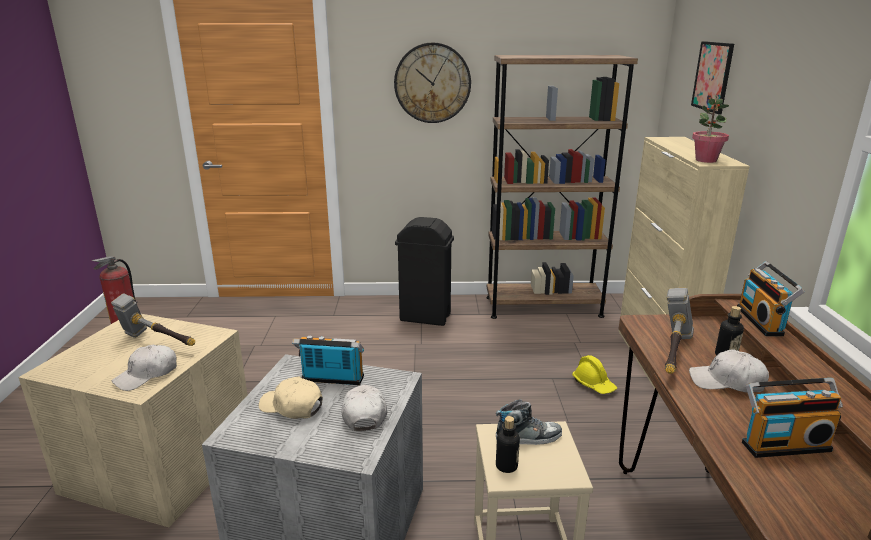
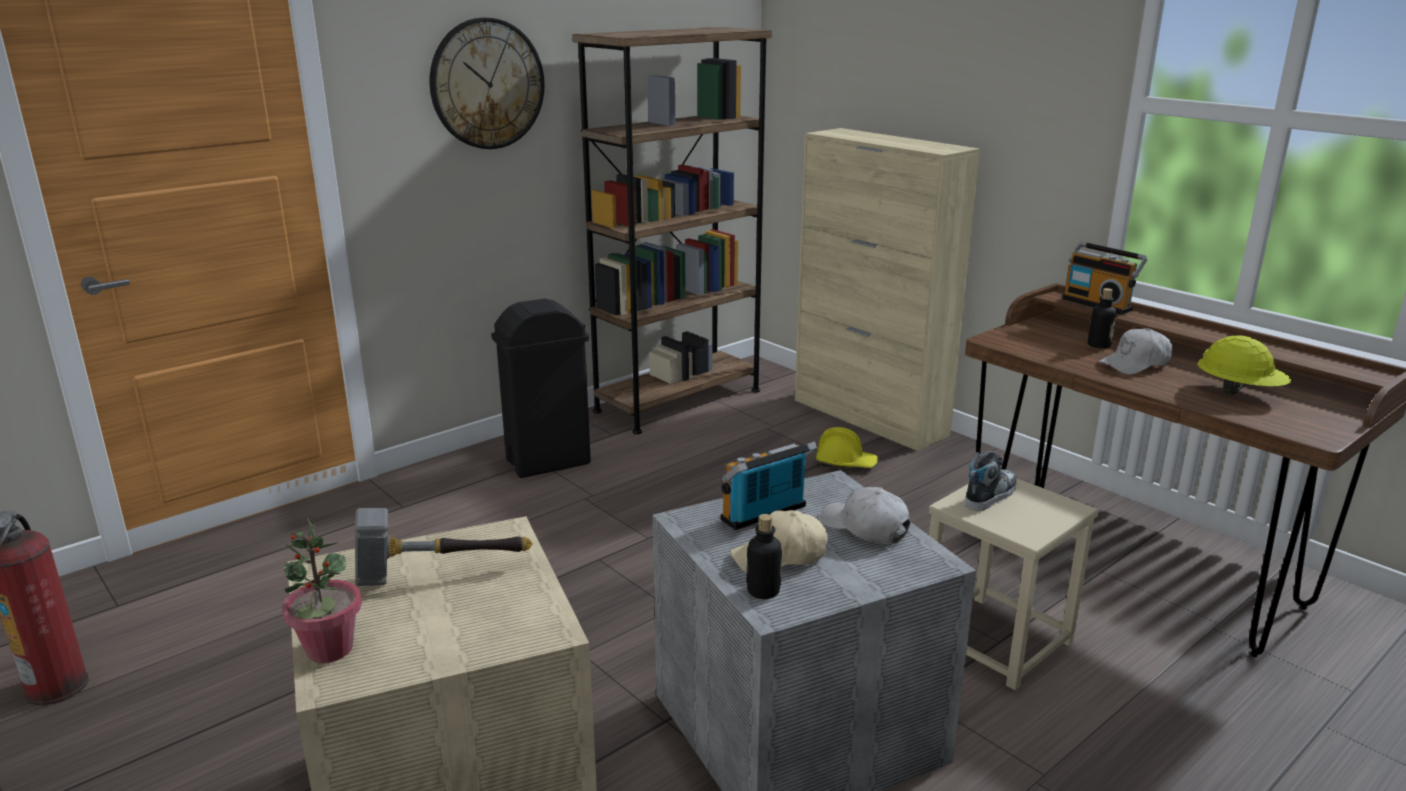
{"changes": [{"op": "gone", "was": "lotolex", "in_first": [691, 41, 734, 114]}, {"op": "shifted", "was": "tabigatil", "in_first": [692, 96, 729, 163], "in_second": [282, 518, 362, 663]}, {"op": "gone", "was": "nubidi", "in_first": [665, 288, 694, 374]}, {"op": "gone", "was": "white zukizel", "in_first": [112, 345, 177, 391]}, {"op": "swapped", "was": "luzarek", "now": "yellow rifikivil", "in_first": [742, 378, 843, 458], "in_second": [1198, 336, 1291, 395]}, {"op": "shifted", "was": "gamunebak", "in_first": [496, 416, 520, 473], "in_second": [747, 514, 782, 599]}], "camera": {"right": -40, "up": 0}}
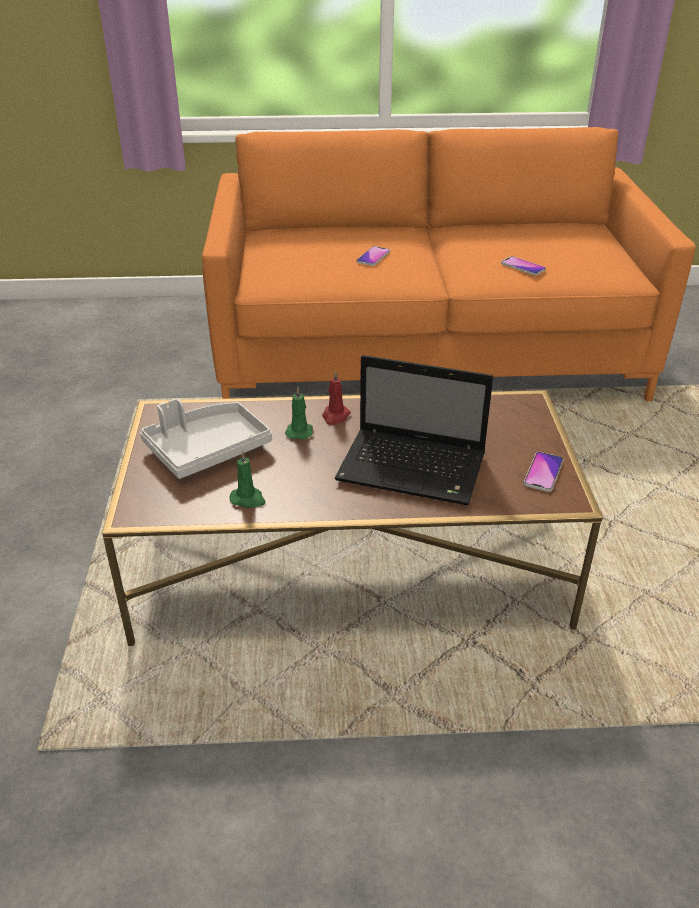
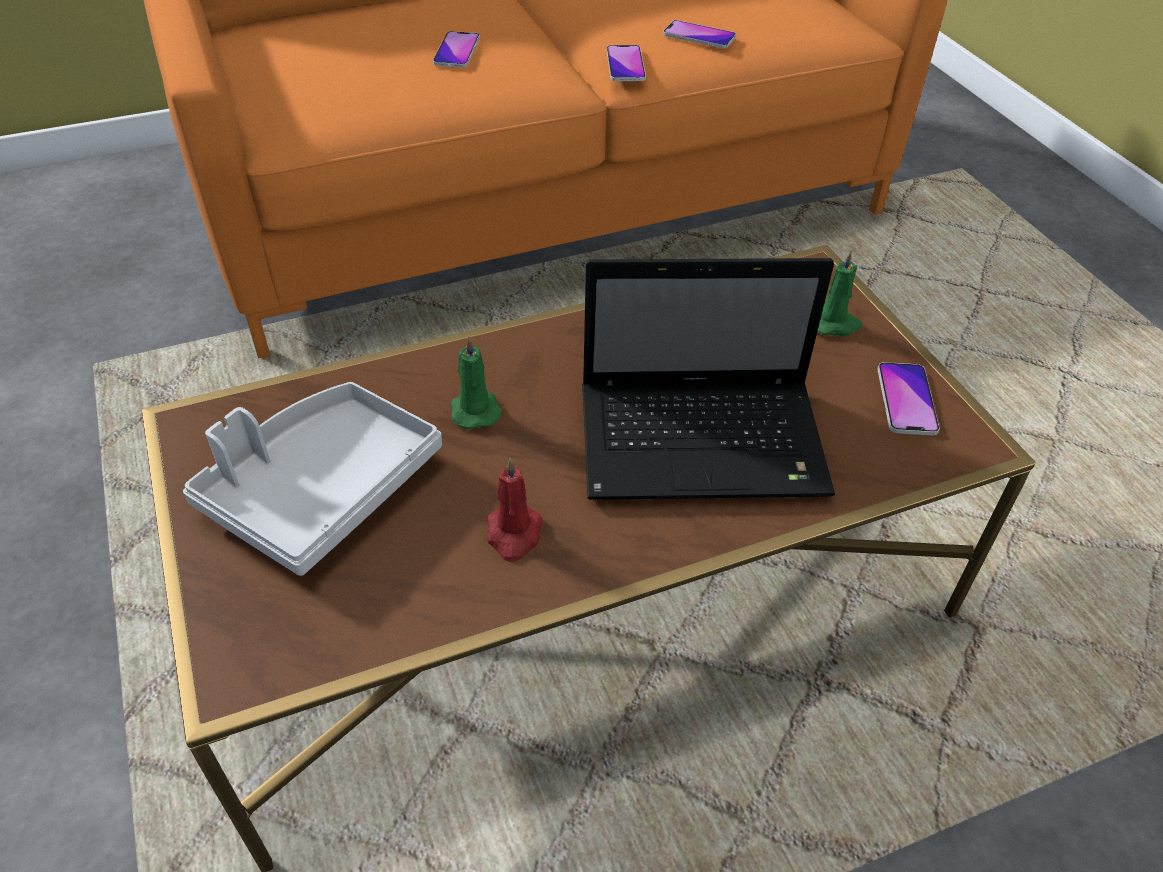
{"changes": [{"op": "shifted", "was": "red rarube", "in_first": [322, 370, 351, 425], "in_second": [487, 458, 543, 562]}, {"op": "shifted", "was": "green rarube", "in_first": [230, 450, 266, 508], "in_second": [817, 250, 863, 336]}, {"op": "new", "now": "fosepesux", "in_second": [606, 45, 646, 81]}], "camera": {"right": -20, "up": 10}}
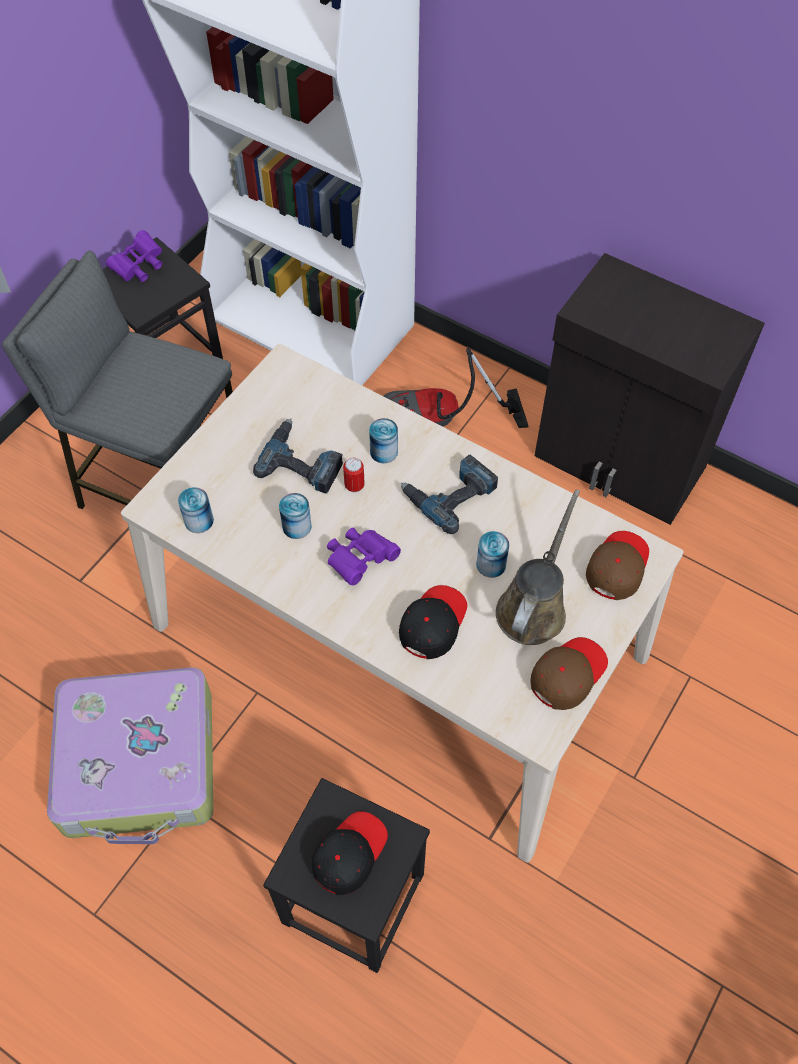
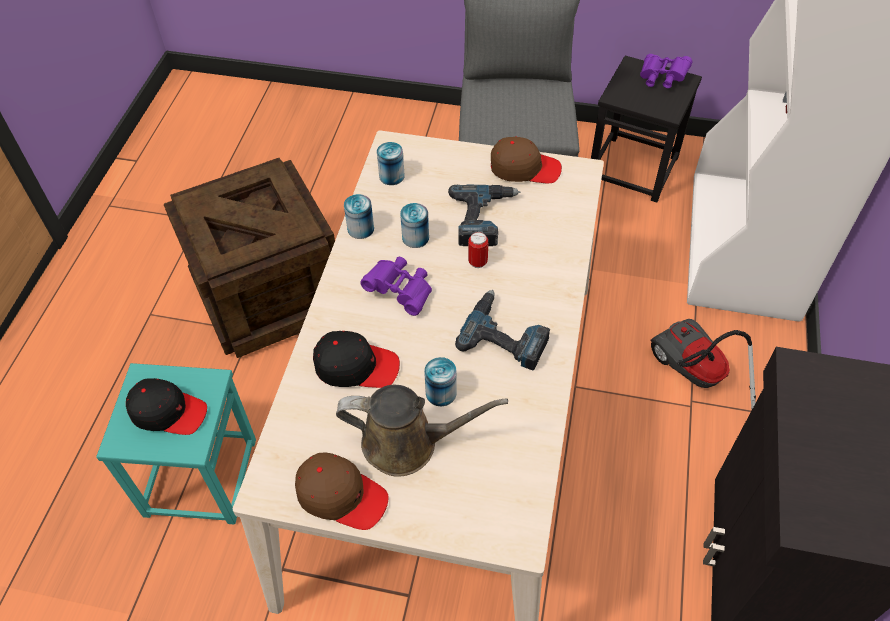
{"changes": [{"op": "shifted", "was": "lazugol", "in_first": [369, 418, 398, 463], "in_second": [344, 194, 374, 239]}, {"op": "shifted", "was": "brown zukizel", "in_first": [586, 531, 649, 600], "in_second": [491, 137, 562, 184]}, {"op": "swapped", "was": "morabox", "now": "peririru", "in_first": [47, 667, 213, 844], "in_second": [164, 158, 335, 358]}, {"op": "repainted", "was": "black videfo", "now": "turquoise videfo", "in_first": [263, 778, 430, 973], "in_second": [96, 363, 256, 525]}], "camera": {"right": 70, "up": -5}}
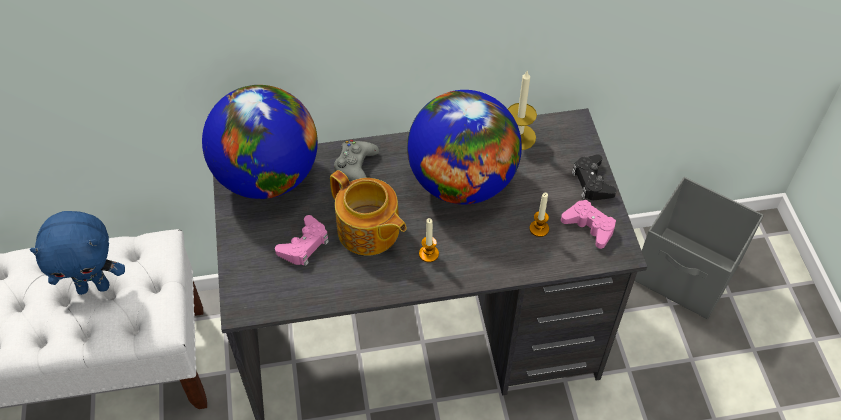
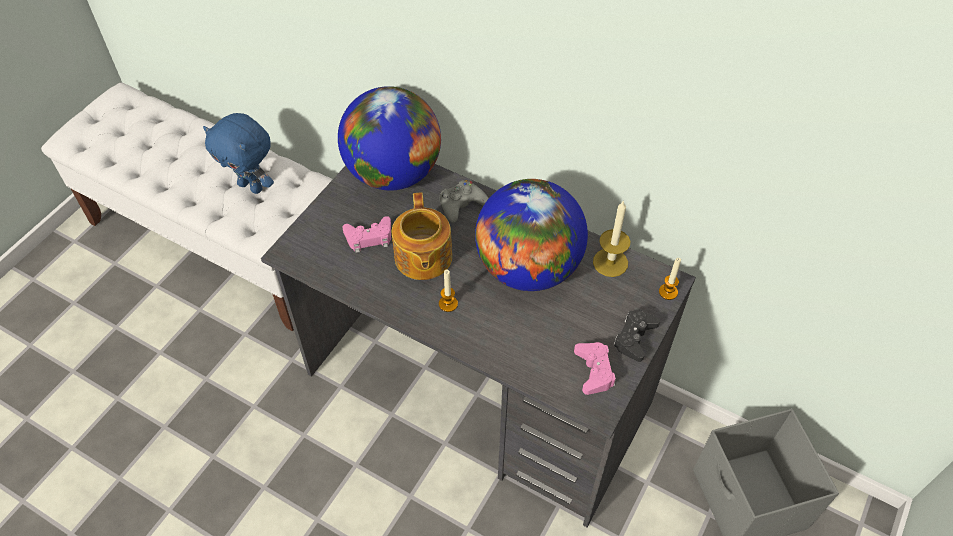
{"changes": [{"op": "shifted", "was": "rarube", "in_first": [530, 193, 549, 237], "in_second": [659, 258, 681, 300]}], "camera": {"right": 40, "up": 0}}
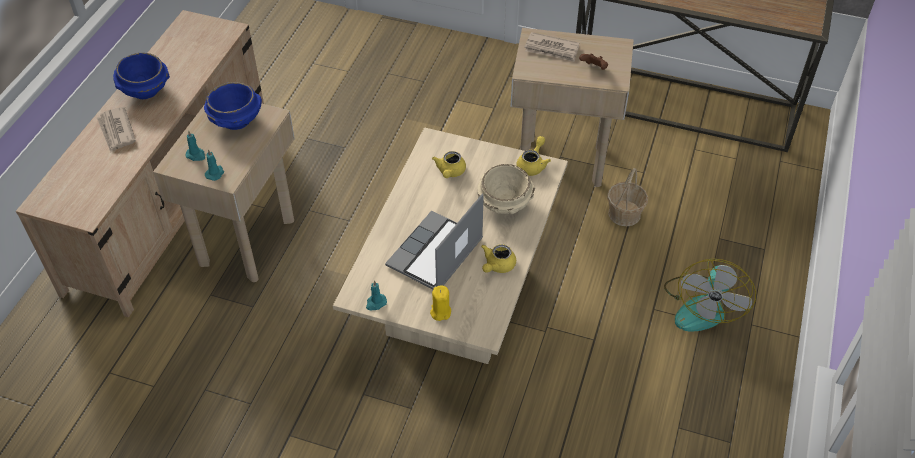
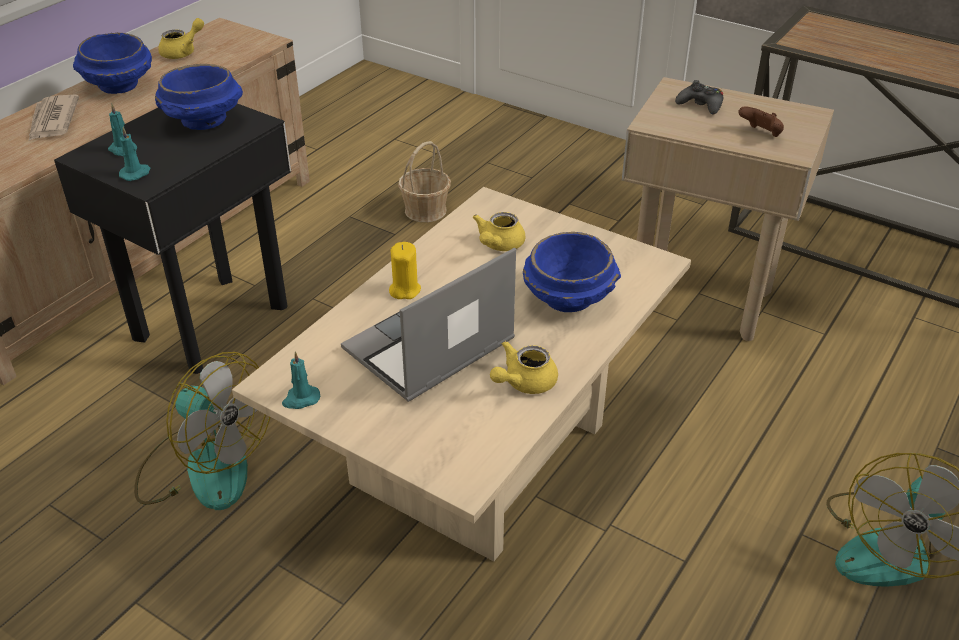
{"changes": [{"op": "swapped", "was": "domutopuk", "now": "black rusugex", "in_first": [524, 32, 579, 62], "in_second": [675, 80, 723, 115]}, {"op": "repainted", "was": "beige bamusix", "now": "black bamusix", "in_first": [153, 103, 295, 282], "in_second": [54, 103, 291, 374]}, {"op": "shifted", "was": "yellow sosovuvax", "in_first": [516, 136, 551, 176], "in_second": [158, 18, 204, 59]}, {"op": "repainted", "was": "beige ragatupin", "now": "blue ragatupin", "in_first": [477, 164, 535, 214], "in_second": [523, 232, 621, 312]}, {"op": "shifted", "was": "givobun", "in_first": [607, 168, 648, 226], "in_second": [398, 141, 451, 222]}, {"op": "shifted", "was": "yellow rarube", "in_first": [430, 285, 451, 321], "in_second": [389, 242, 421, 299]}, {"op": "new", "now": "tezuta", "in_second": [134, 352, 270, 510]}], "camera": {"right": 15, "up": -10}}
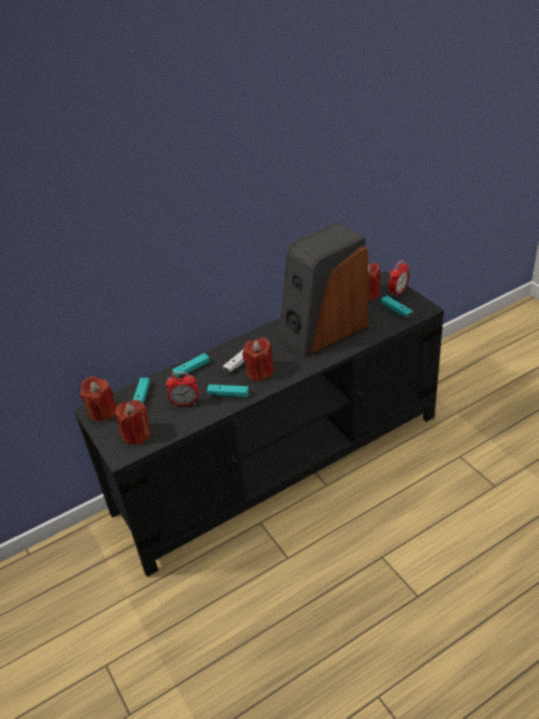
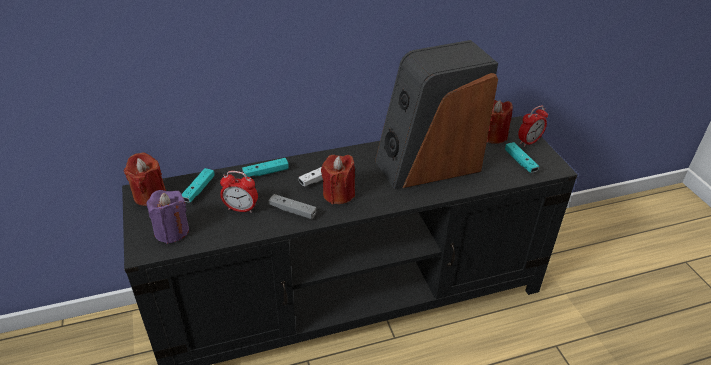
{"changes": [{"op": "repainted", "was": "turquoise rusugex", "now": "grey rusugex", "in_first": [207, 385, 249, 397], "in_second": [269, 194, 316, 219]}, {"op": "repainted", "was": "red rarube", "now": "purple rarube", "in_first": [115, 399, 151, 445], "in_second": [147, 190, 189, 244]}], "camera": {"right": 10, "up": 0}}
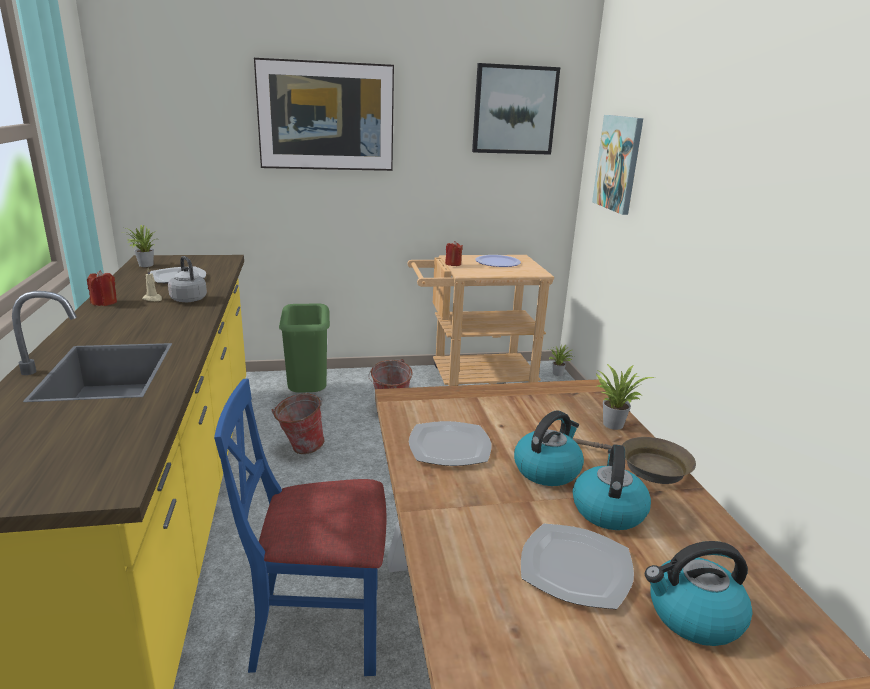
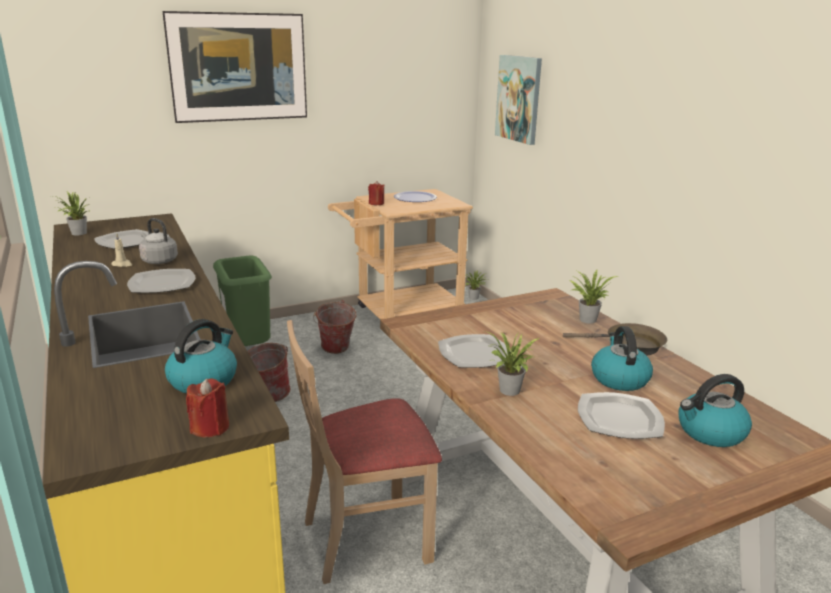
{"changes": [{"op": "gone", "was": "lotolex", "in_first": [472, 63, 560, 155]}, {"op": "shifted", "was": "red rarube", "in_first": [87, 270, 117, 306], "in_second": [186, 379, 229, 437]}, {"op": "repainted", "was": "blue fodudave", "now": "beige fodudave", "in_first": [214, 378, 386, 676], "in_second": [287, 320, 442, 584]}, {"op": "shifted", "was": "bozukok", "in_first": [514, 410, 584, 486], "in_second": [165, 319, 237, 393]}, {"op": "new", "now": "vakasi", "in_second": [127, 269, 196, 293]}, {"op": "new", "now": "tabigatil", "in_second": [485, 331, 539, 396]}], "camera": {"right": -15, "up": 0}}
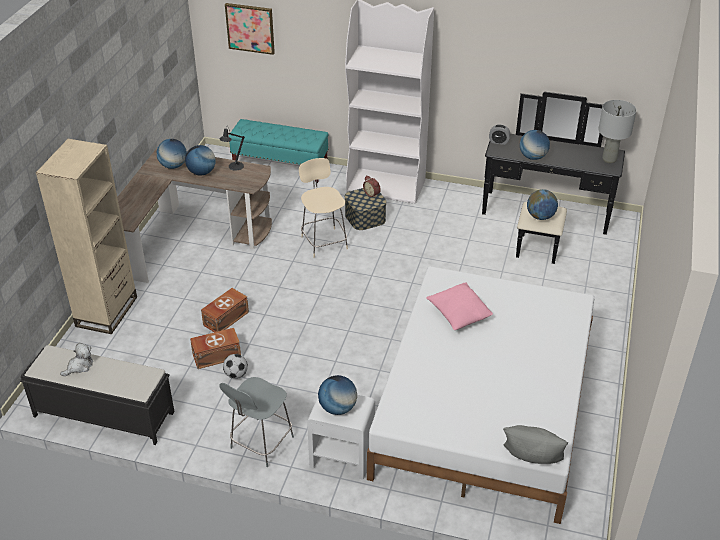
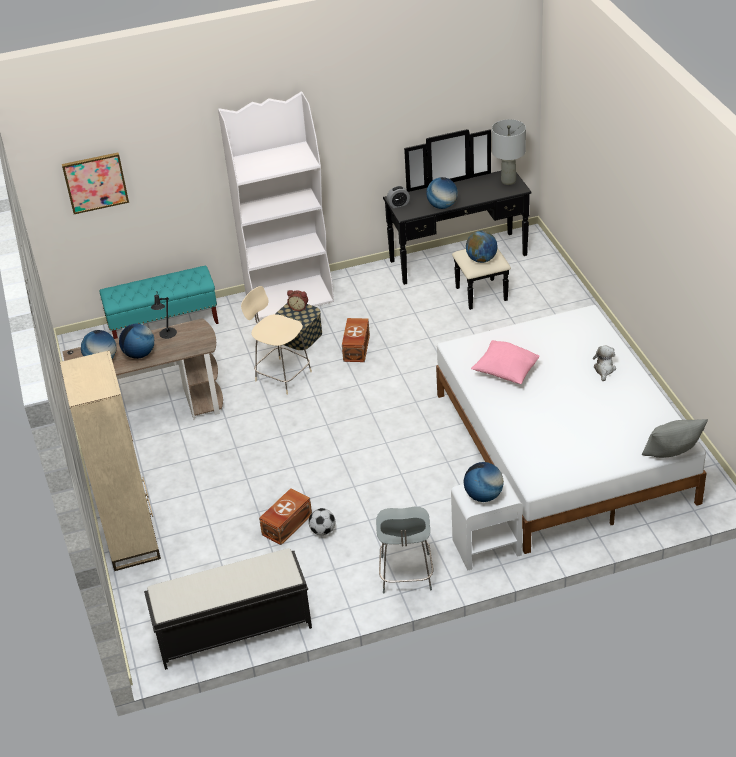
{"changes": [{"op": "shifted", "was": "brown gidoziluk", "in_first": [201, 288, 249, 332], "in_second": [342, 318, 370, 362]}, {"op": "shifted", "was": "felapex", "in_first": [60, 343, 93, 376], "in_second": [593, 346, 616, 382]}], "camera": {"right": -30, "up": 0}}
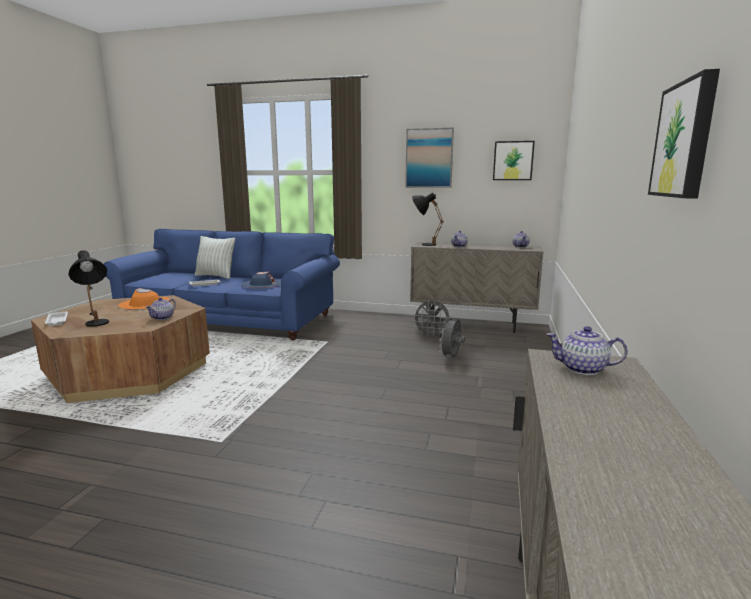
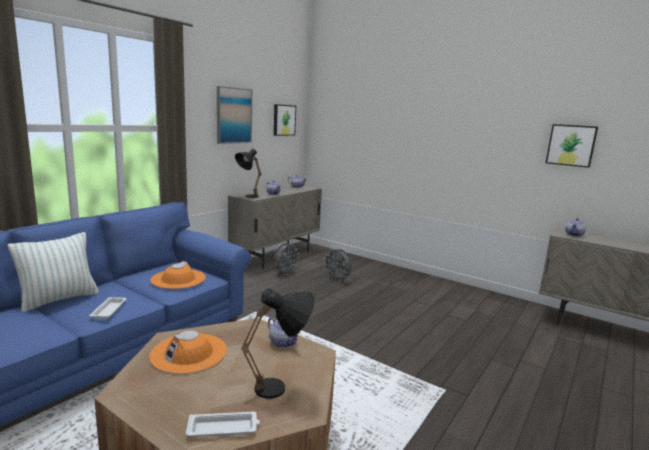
{"changes": [{"op": "repainted", "was": "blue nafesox", "now": "orange nafesox", "in_first": [241, 272, 281, 288], "in_second": [150, 261, 206, 289]}], "camera": {"right": -70, "up": 0}}
